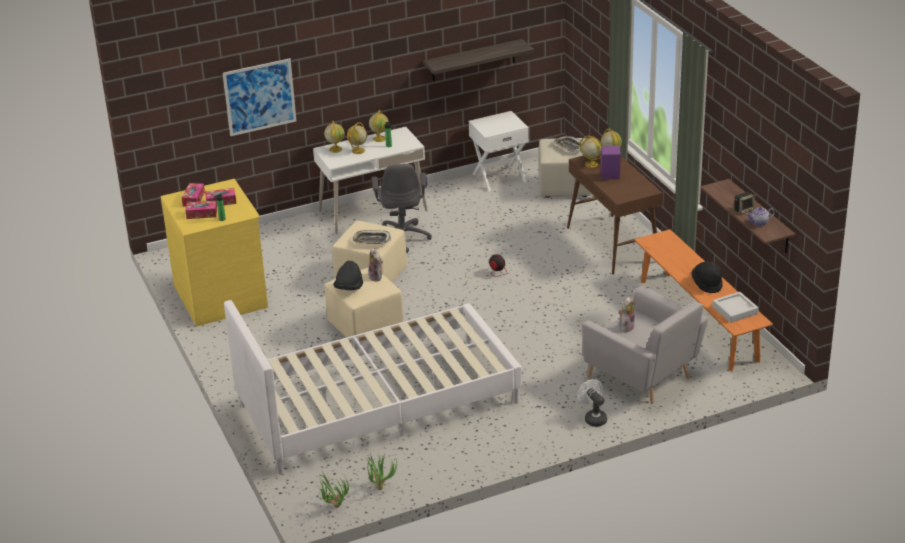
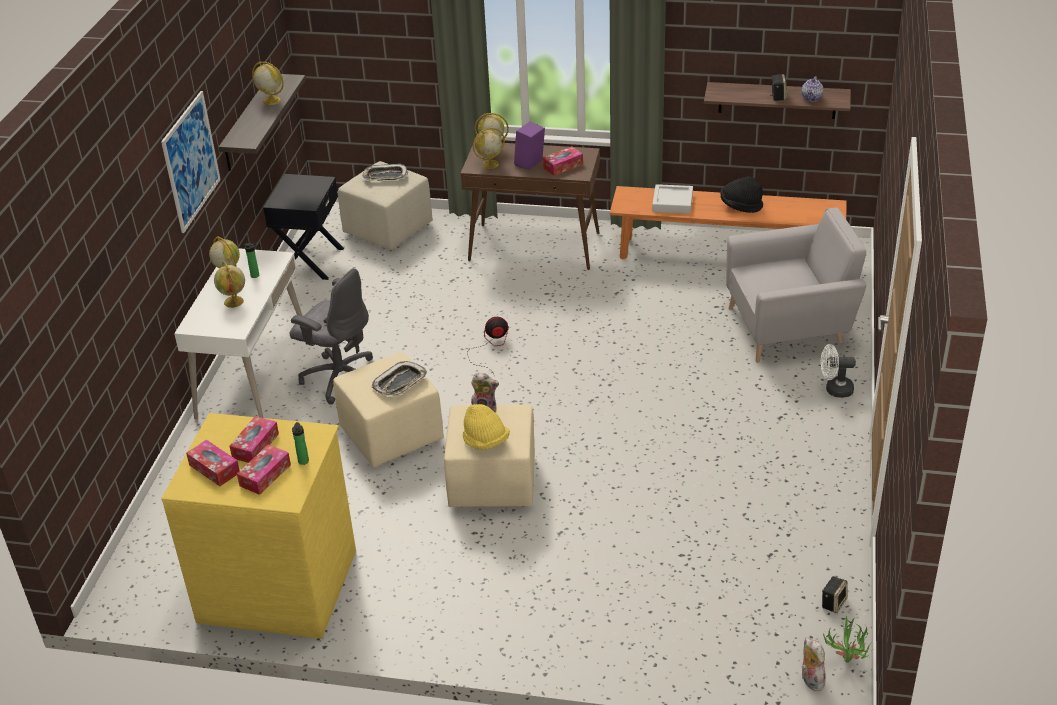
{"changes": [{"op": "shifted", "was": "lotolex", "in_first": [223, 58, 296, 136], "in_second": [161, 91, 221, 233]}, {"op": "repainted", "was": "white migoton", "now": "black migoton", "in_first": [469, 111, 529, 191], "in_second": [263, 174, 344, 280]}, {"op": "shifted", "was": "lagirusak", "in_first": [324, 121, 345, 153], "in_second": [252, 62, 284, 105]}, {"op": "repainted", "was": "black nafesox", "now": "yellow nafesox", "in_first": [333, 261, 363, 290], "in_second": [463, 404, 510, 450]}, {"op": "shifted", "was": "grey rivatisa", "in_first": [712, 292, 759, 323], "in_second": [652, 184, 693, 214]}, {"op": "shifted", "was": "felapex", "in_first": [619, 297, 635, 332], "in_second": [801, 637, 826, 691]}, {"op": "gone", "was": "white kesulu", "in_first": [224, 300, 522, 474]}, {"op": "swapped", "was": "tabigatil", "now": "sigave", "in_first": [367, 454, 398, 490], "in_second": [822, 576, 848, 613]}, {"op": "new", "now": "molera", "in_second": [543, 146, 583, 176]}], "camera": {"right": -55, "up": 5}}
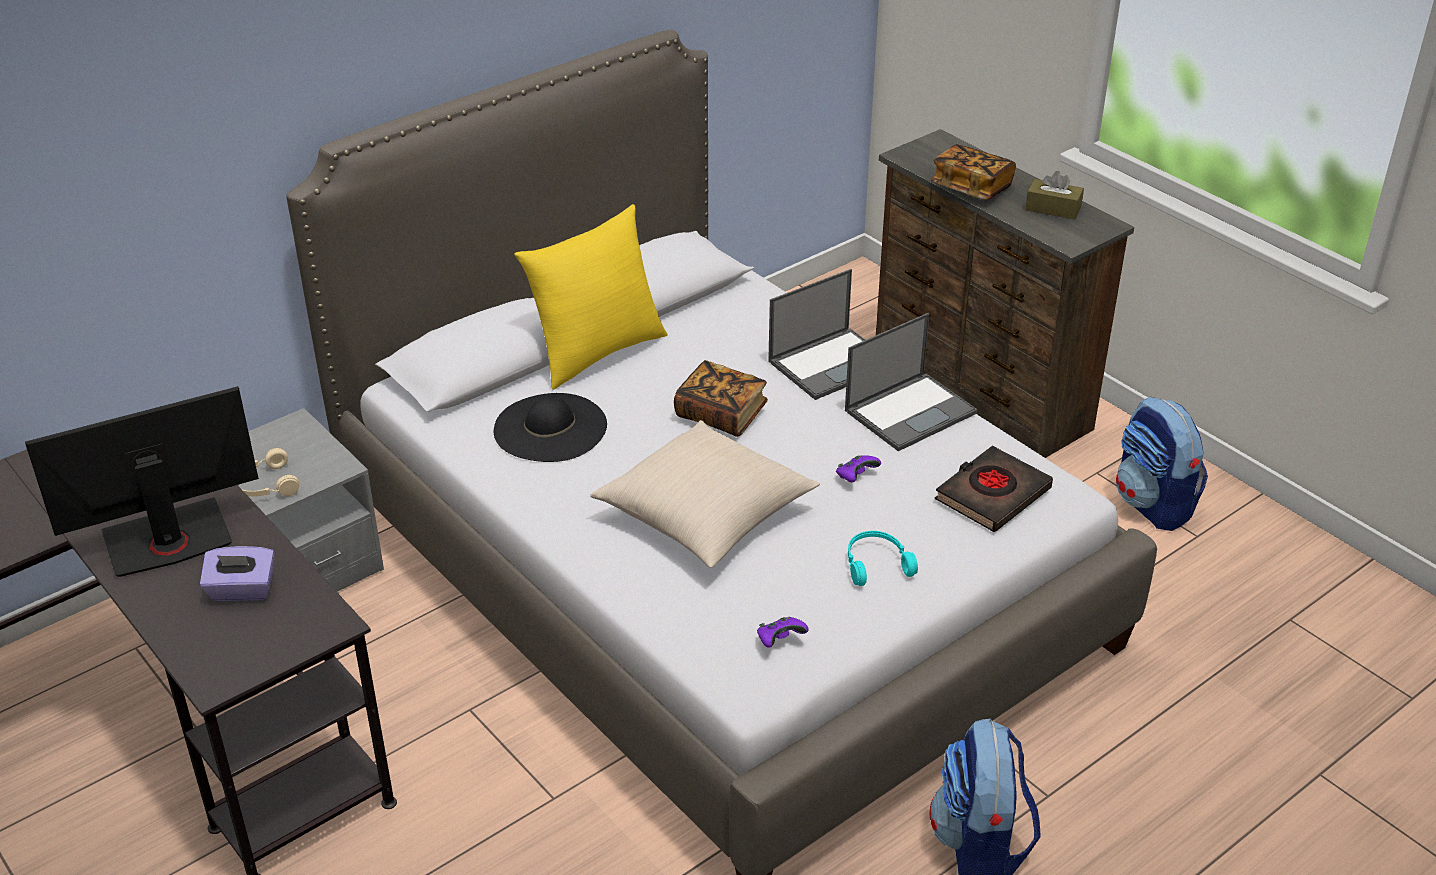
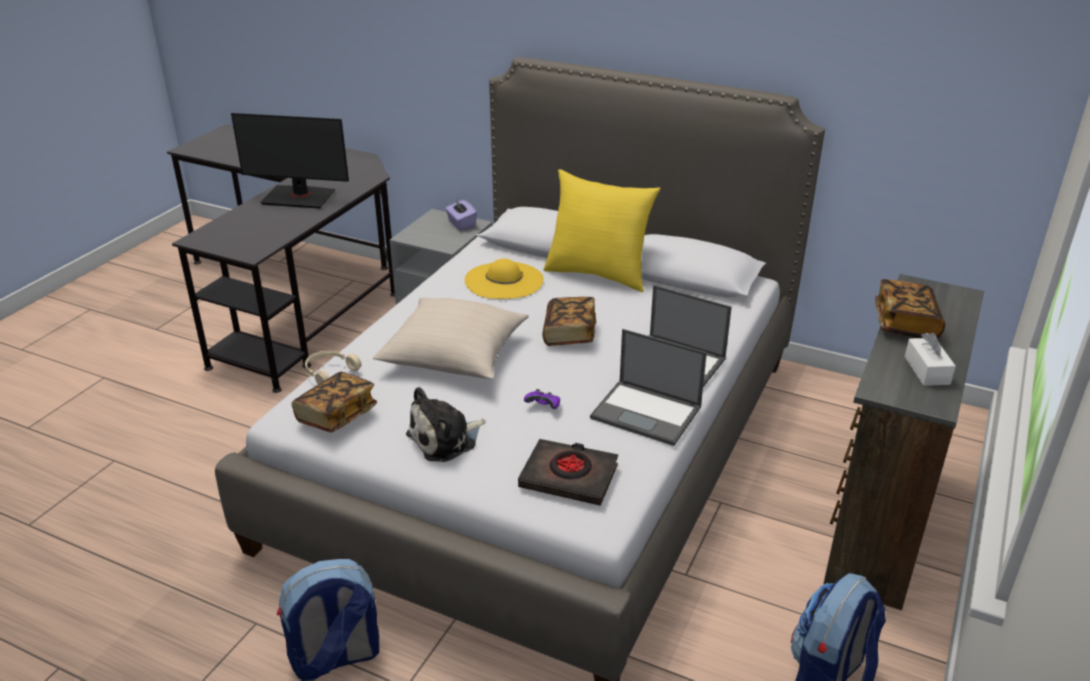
{"changes": [{"op": "repainted", "was": "brown molera", "now": "white molera", "in_first": [1025, 171, 1084, 220], "in_second": [905, 333, 956, 386]}, {"op": "rotated", "was": "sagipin", "in_first": [25, 386, 259, 577], "in_second": [231, 113, 349, 209], "clockwise": 150}, {"op": "repainted", "was": "black nafesox", "now": "yellow nafesox", "in_first": [494, 393, 607, 462], "in_second": [465, 259, 544, 299]}, {"op": "shifted", "was": "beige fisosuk", "in_first": [243, 448, 299, 497], "in_second": [305, 351, 361, 385]}, {"op": "swapped", "was": "turquoise fisosuk", "now": "felapex", "in_first": [848, 531, 918, 586], "in_second": [406, 387, 486, 462]}, {"op": "shifted", "was": "purple molera", "in_first": [200, 546, 275, 601], "in_second": [445, 199, 477, 230]}, {"op": "swapped", "was": "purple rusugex", "now": "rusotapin", "in_first": [757, 617, 809, 648], "in_second": [292, 372, 377, 433]}], "camera": {"right": 65, "up": -5}}
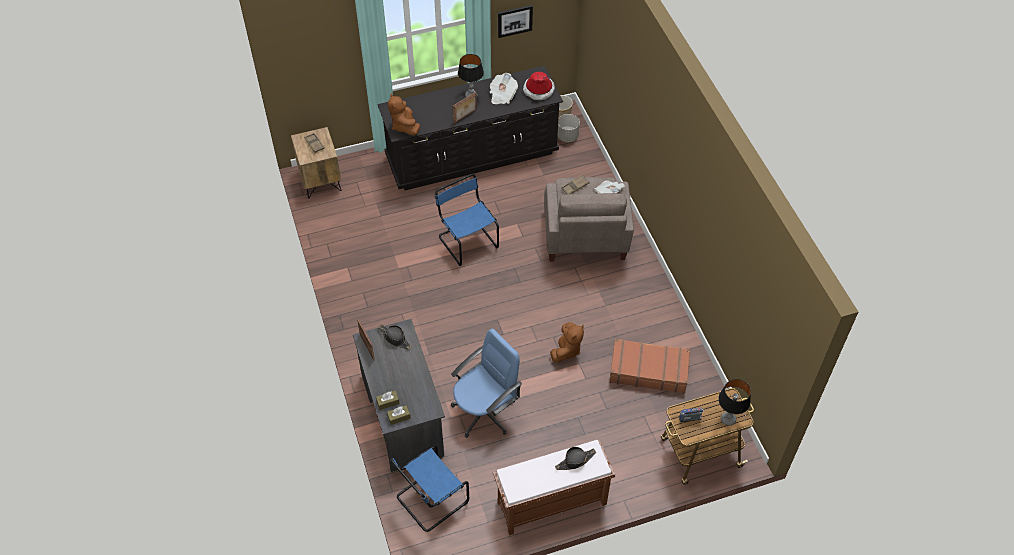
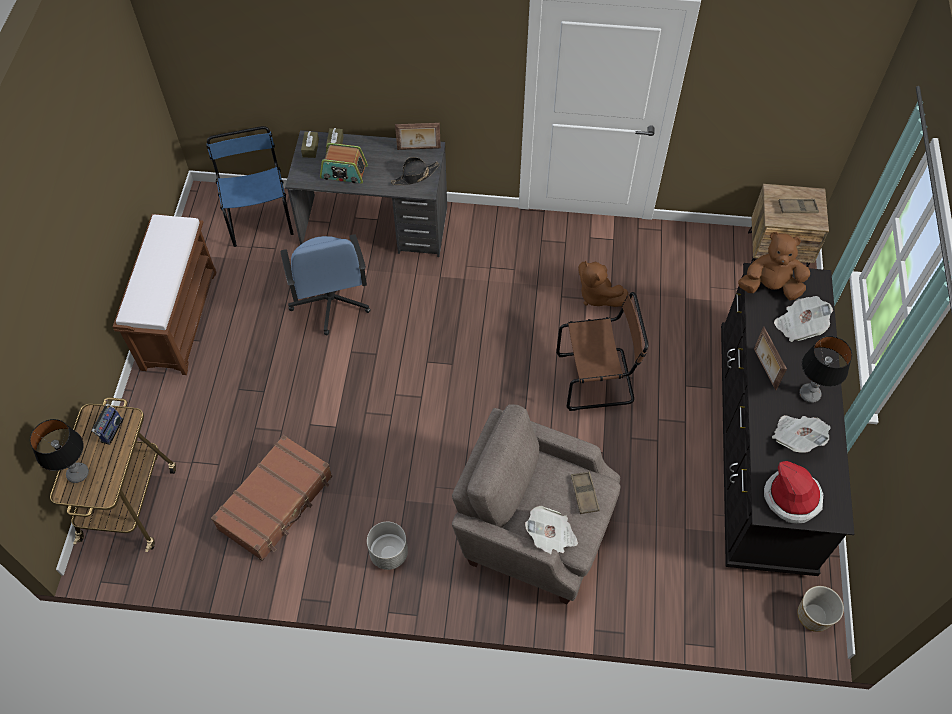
{"changes": [{"op": "gone", "was": "lotolex", "in_first": [498, 5, 533, 38]}, {"op": "shifted", "was": "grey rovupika", "in_first": [557, 114, 580, 142], "in_second": [367, 522, 408, 570]}, {"op": "repainted", "was": "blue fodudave", "now": "brown fodudave", "in_first": [435, 174, 499, 266], "in_second": [556, 292, 648, 411]}, {"op": "shifted", "was": "brown felapex", "in_first": [550, 322, 584, 363], "in_second": [578, 261, 628, 307]}, {"op": "gone", "was": "black nafesox", "in_first": [555, 447, 596, 470]}, {"op": "new", "now": "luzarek", "in_second": [320, 143, 368, 183]}, {"op": "new", "now": "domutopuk", "in_second": [774, 296, 833, 342]}], "camera": {"right": 115, "up": 5}}
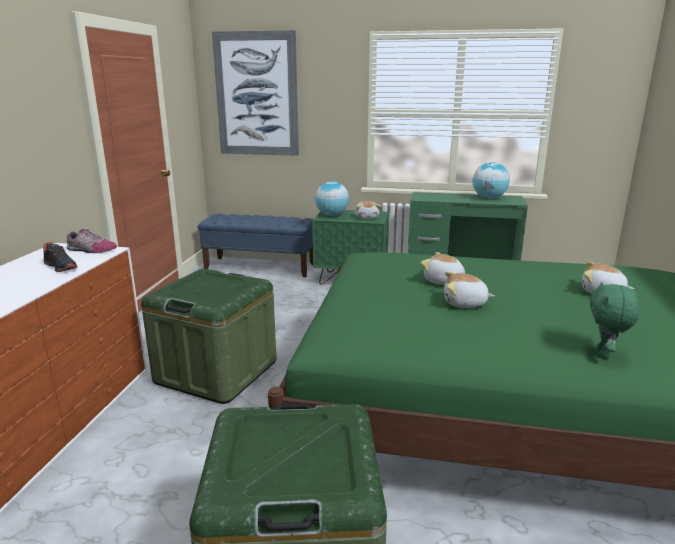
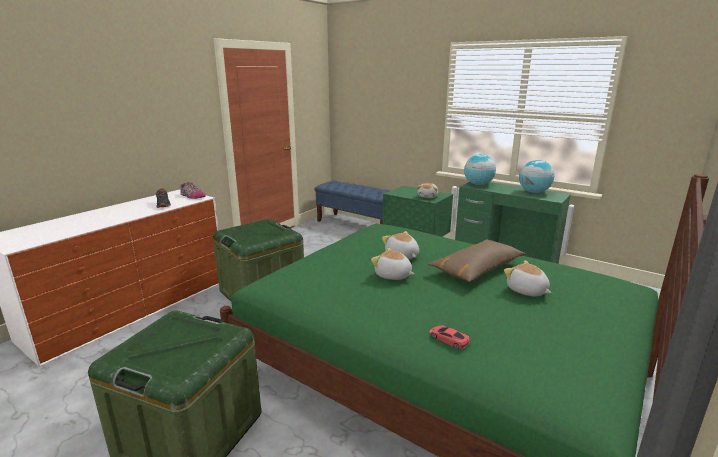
{"changes": [{"op": "gone", "was": "lotolex", "in_first": [212, 30, 299, 156]}, {"op": "shifted", "was": "lagirusak", "in_first": [315, 181, 349, 216], "in_second": [464, 154, 496, 185]}, {"op": "swapped", "was": "green felapex", "now": "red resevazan", "in_first": [589, 282, 639, 359], "in_second": [429, 325, 470, 349]}, {"op": "new", "now": "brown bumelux", "in_second": [428, 239, 526, 282]}], "camera": {"right": 25, "up": 0}}
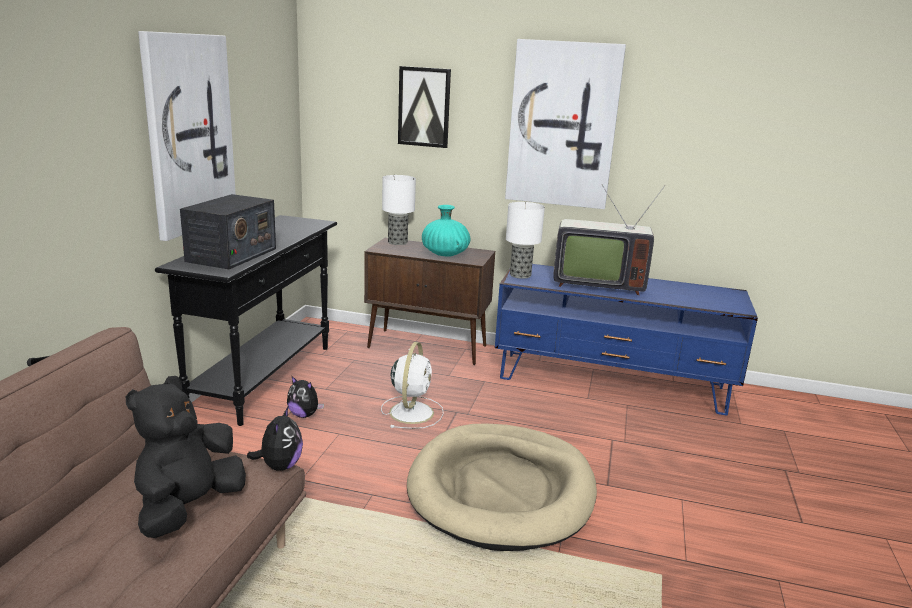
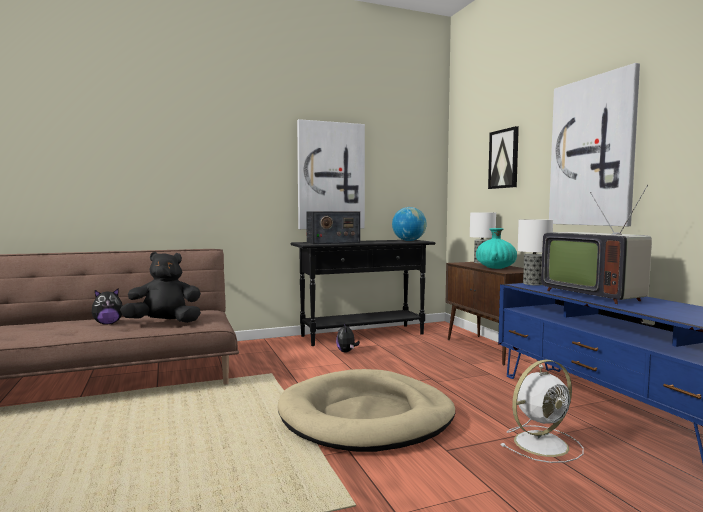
{"changes": [{"op": "shifted", "was": "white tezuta", "in_first": [381, 342, 444, 429], "in_second": [501, 360, 584, 463]}, {"op": "shifted", "was": "felapex", "in_first": [247, 407, 303, 471], "in_second": [92, 289, 123, 325]}, {"op": "new", "now": "lagirusak", "in_second": [392, 207, 427, 241]}], "camera": {"right": 55, "up": -15}}
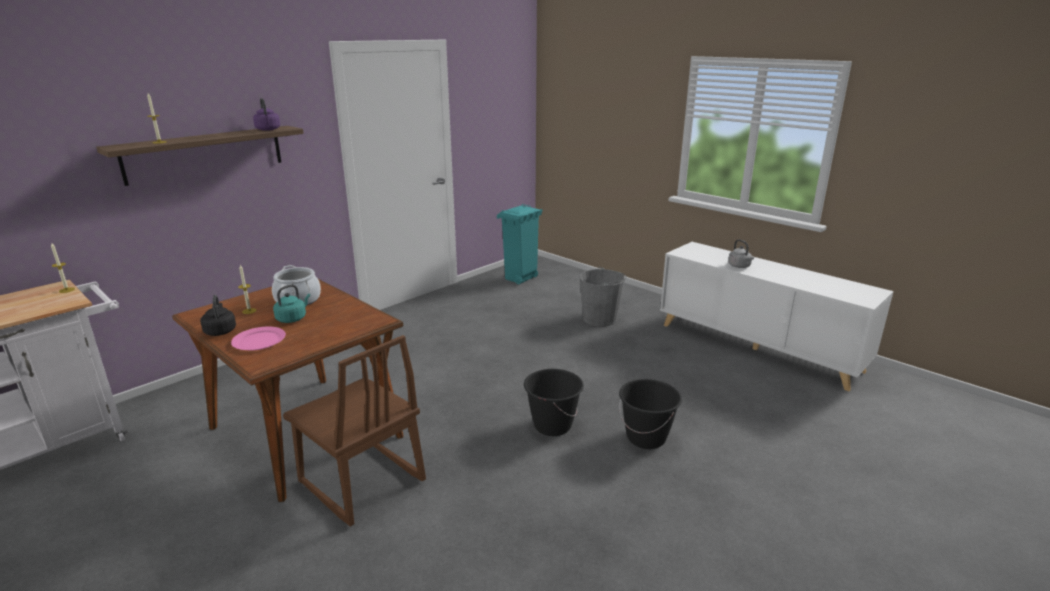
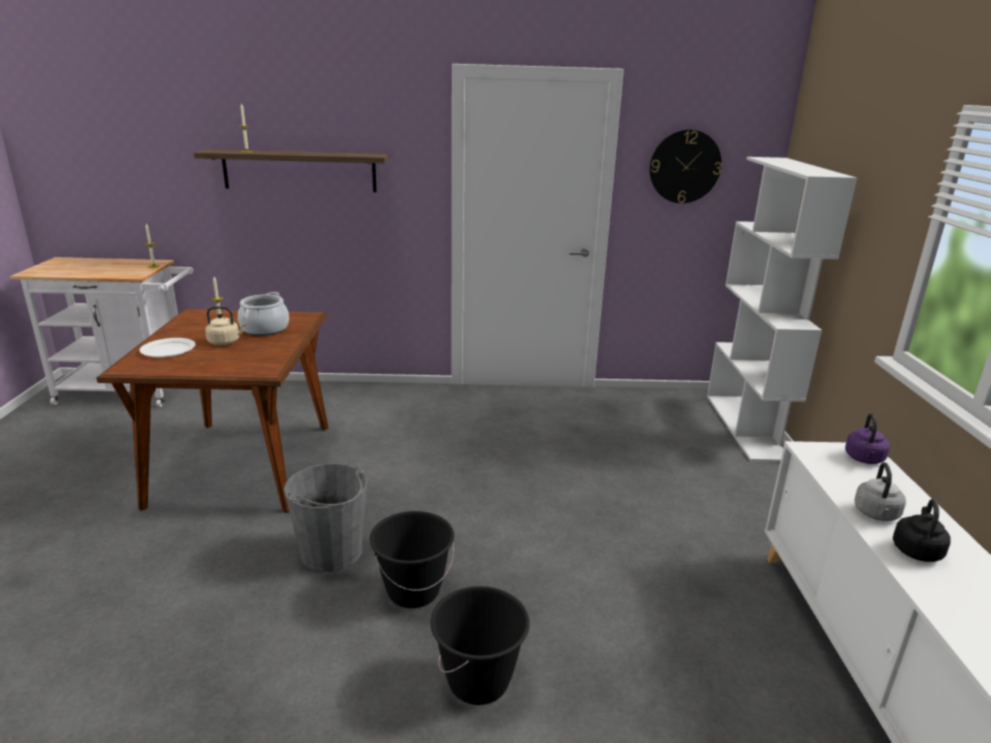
{"changes": [{"op": "shifted", "was": "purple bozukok", "in_first": [253, 98, 280, 131], "in_second": [845, 413, 890, 464]}, {"op": "gone", "was": "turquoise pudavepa", "in_first": [497, 204, 543, 284]}, {"op": "shifted", "was": "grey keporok", "in_first": [579, 267, 627, 327], "in_second": [284, 463, 367, 572]}, {"op": "repainted", "was": "turquoise bozukok", "now": "beige bozukok", "in_first": [273, 284, 310, 323], "in_second": [205, 306, 246, 345]}, {"op": "shifted", "was": "black bozukok", "in_first": [200, 295, 236, 336], "in_second": [893, 499, 951, 562]}, {"op": "repainted", "was": "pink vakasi", "now": "white vakasi", "in_first": [231, 327, 286, 351], "in_second": [140, 338, 196, 358]}, {"op": "gone", "was": "brown fodudave", "in_first": [283, 335, 426, 527]}, {"op": "new", "now": "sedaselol", "in_second": [650, 129, 722, 203]}, {"op": "new", "now": "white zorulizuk", "in_second": [707, 157, 857, 462]}], "camera": {"right": 45, "up": 0}}
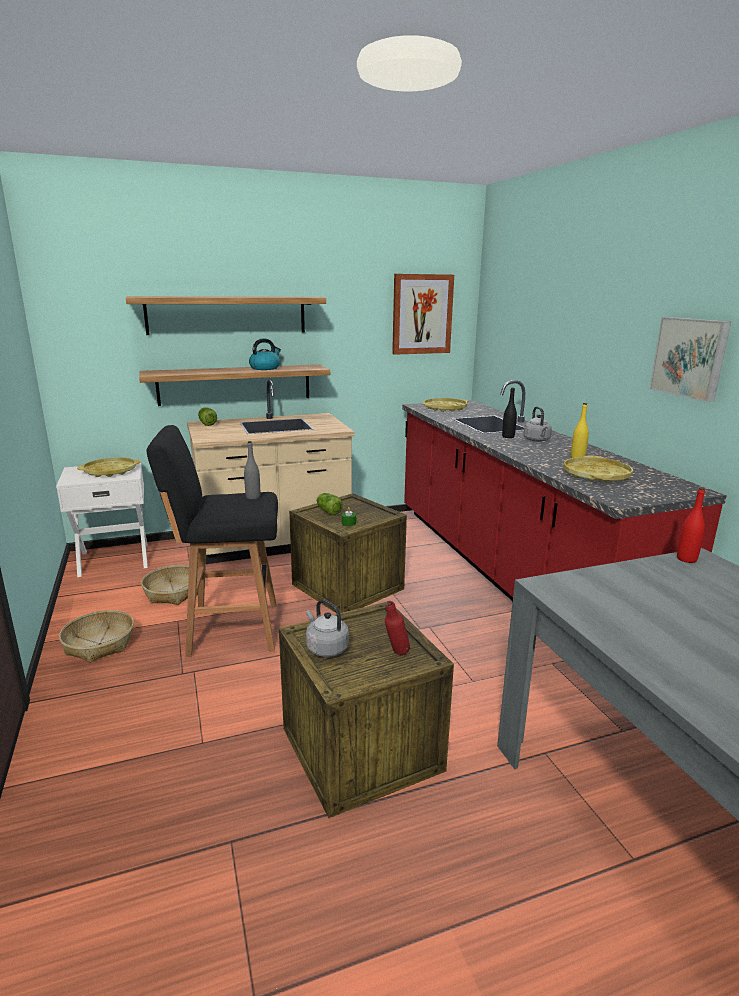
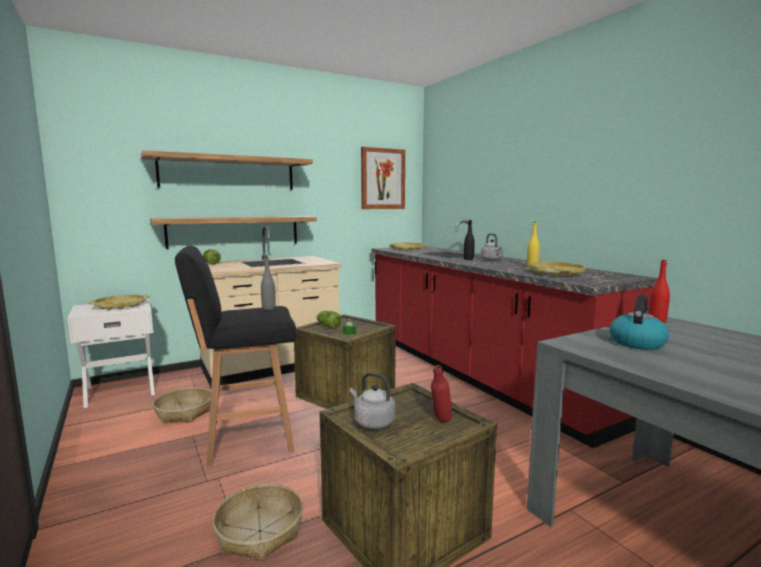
{"changes": [{"op": "gone", "was": "lotolex", "in_first": [649, 317, 731, 402]}, {"op": "shifted", "was": "bozukok", "in_first": [249, 338, 281, 370], "in_second": [610, 295, 669, 350]}, {"op": "shifted", "was": "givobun", "in_first": [59, 610, 134, 663], "in_second": [213, 483, 303, 561]}], "camera": {"right": -10, "up": -10}}
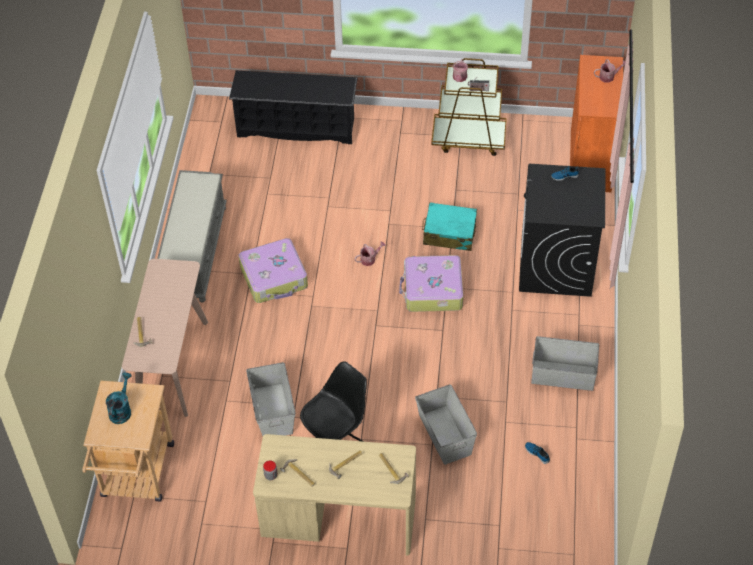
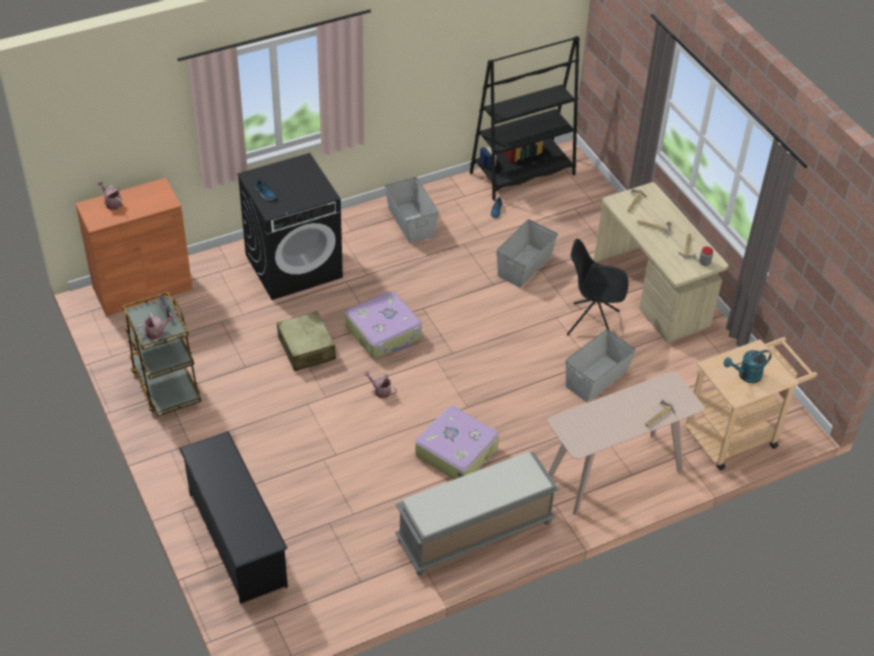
{"changes": [{"op": "repainted", "was": "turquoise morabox", "now": "beige morabox", "in_first": [422, 202, 477, 251], "in_second": [277, 311, 336, 371]}, {"op": "new", "now": "black zorulizuk", "in_second": [470, 36, 579, 200]}], "camera": {"right": -125, "up": -5}}
